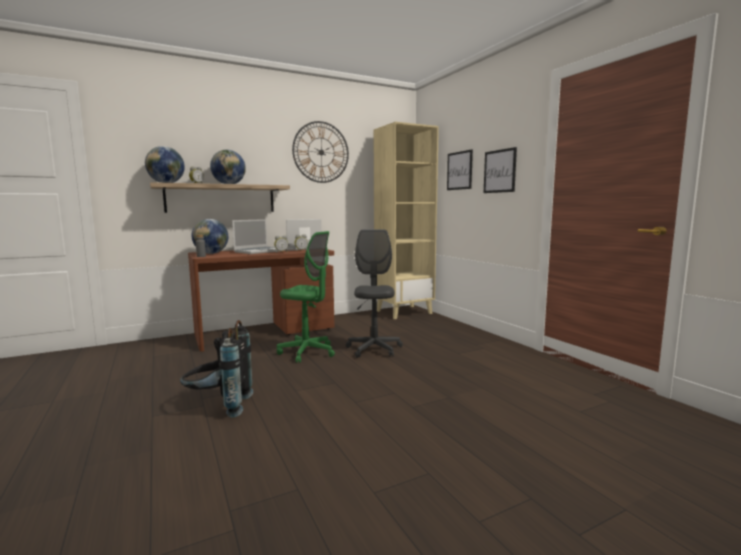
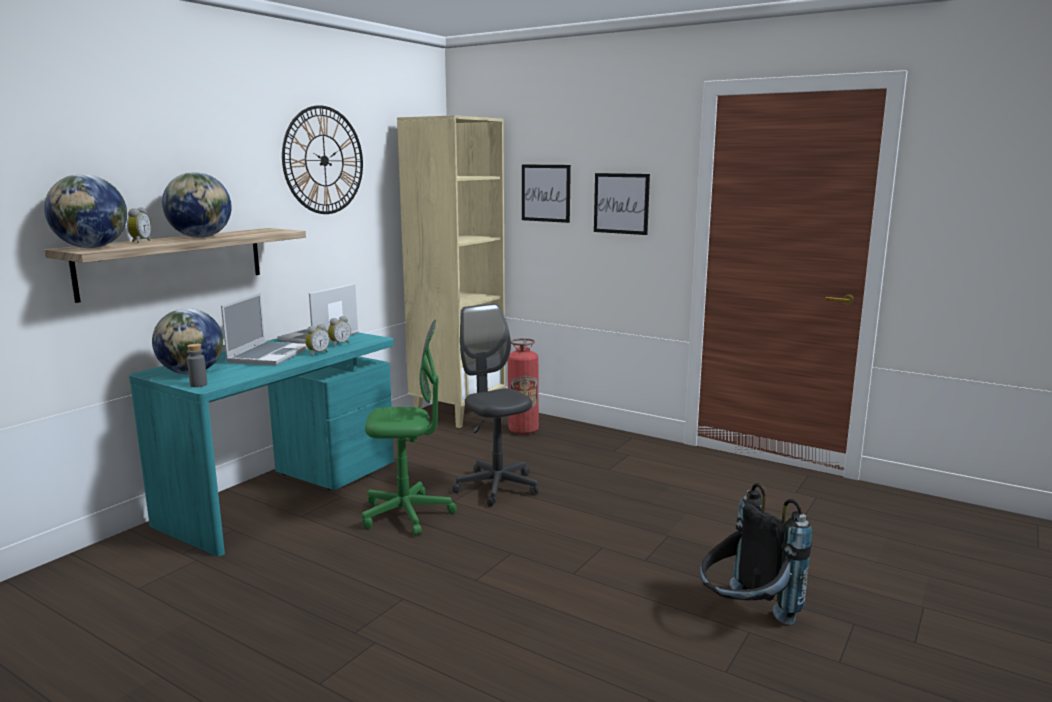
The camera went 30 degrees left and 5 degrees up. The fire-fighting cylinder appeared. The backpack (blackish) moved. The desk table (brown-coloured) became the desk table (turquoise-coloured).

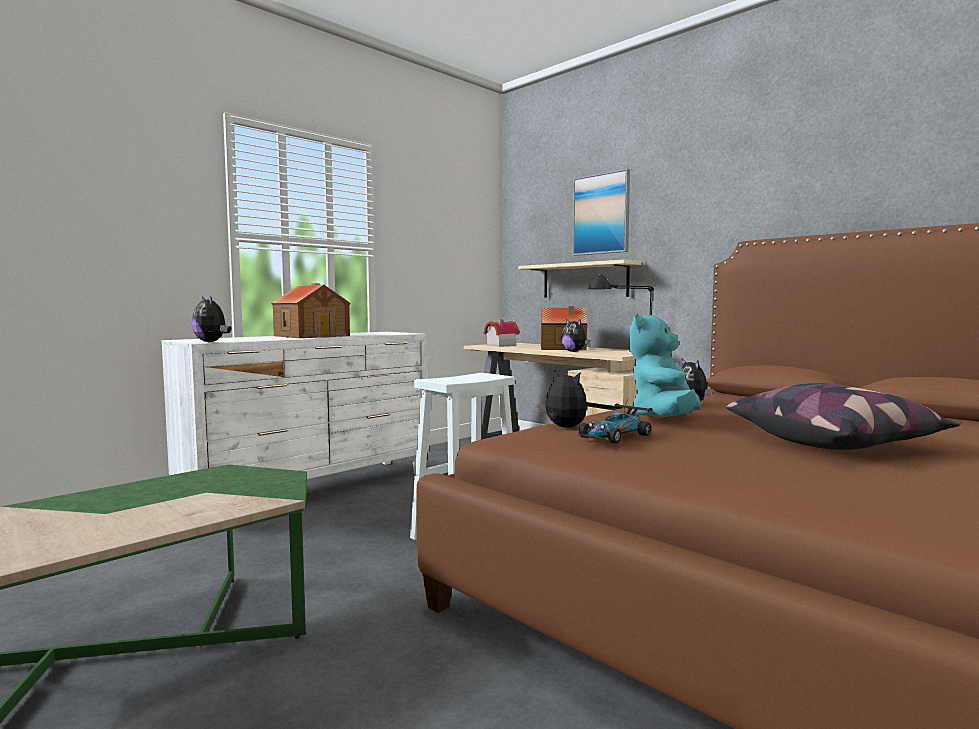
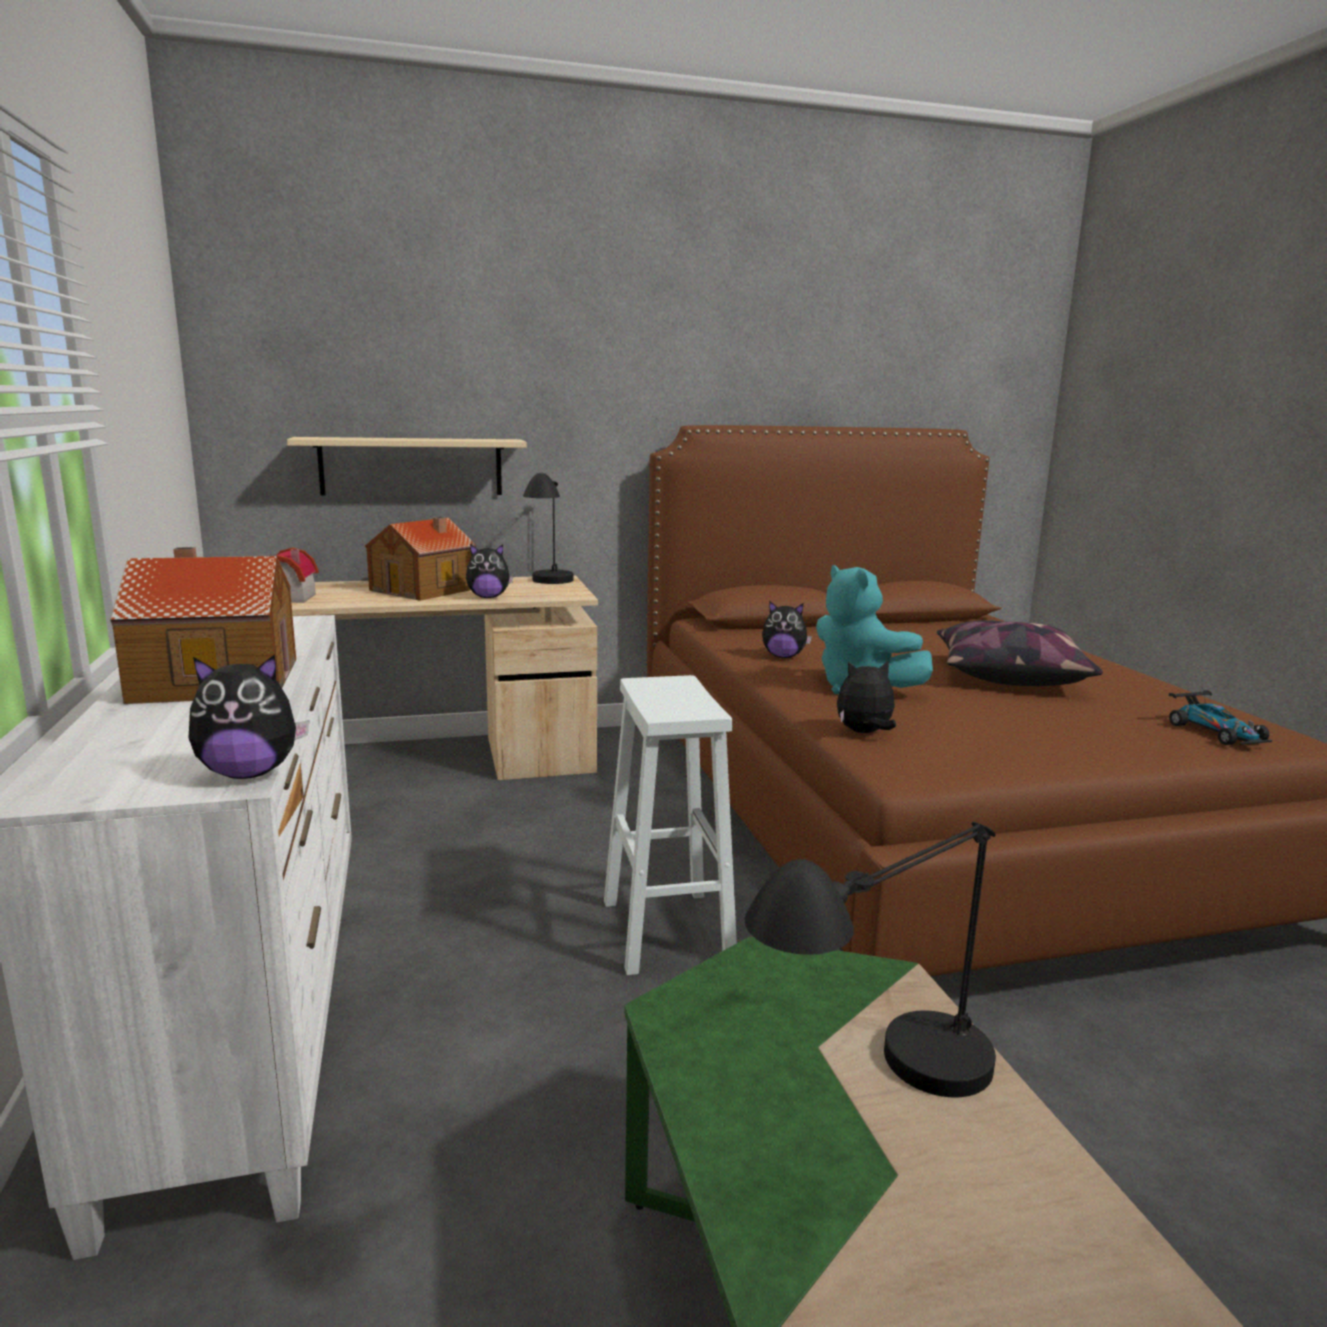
The camera went 60 degrees left and 10 degrees up. The wall picture disappeared. The tabletop lamp (blackish) (2nd from left) appeared. The toy car moved.

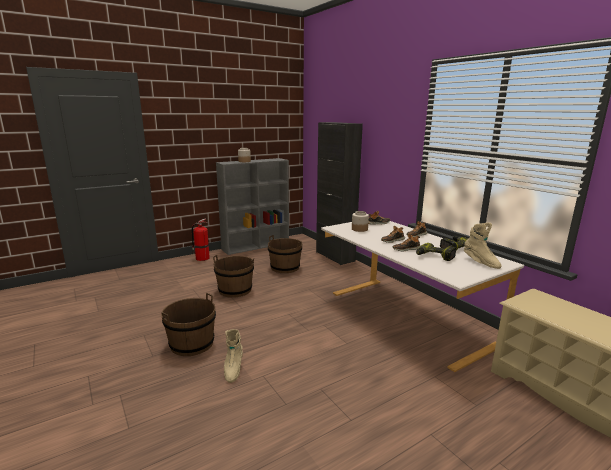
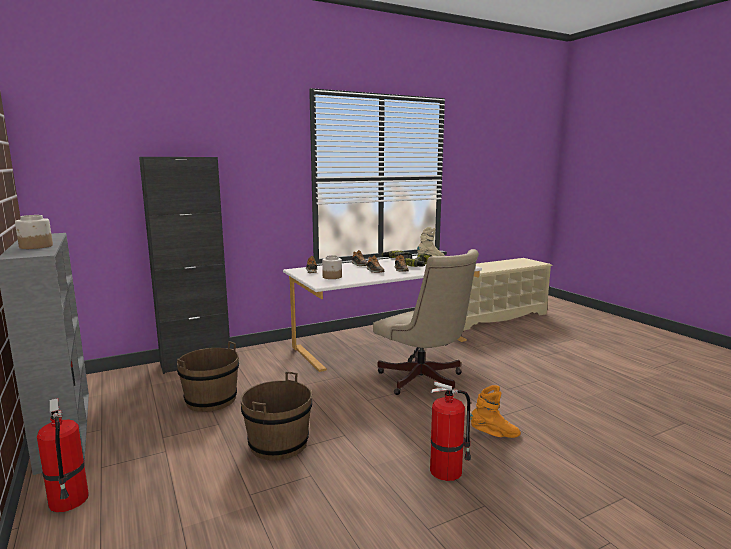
The camera went 85 degrees left and 5 degrees down. The desk chair (beige-coloured) appeared. The bucket (brown-coloured) (1st from left) was replaced by the fire-fighting cylinder (2nd from left). The tall boot (beige-coloured) (1st from left) became the tall boot (orange-coloured).

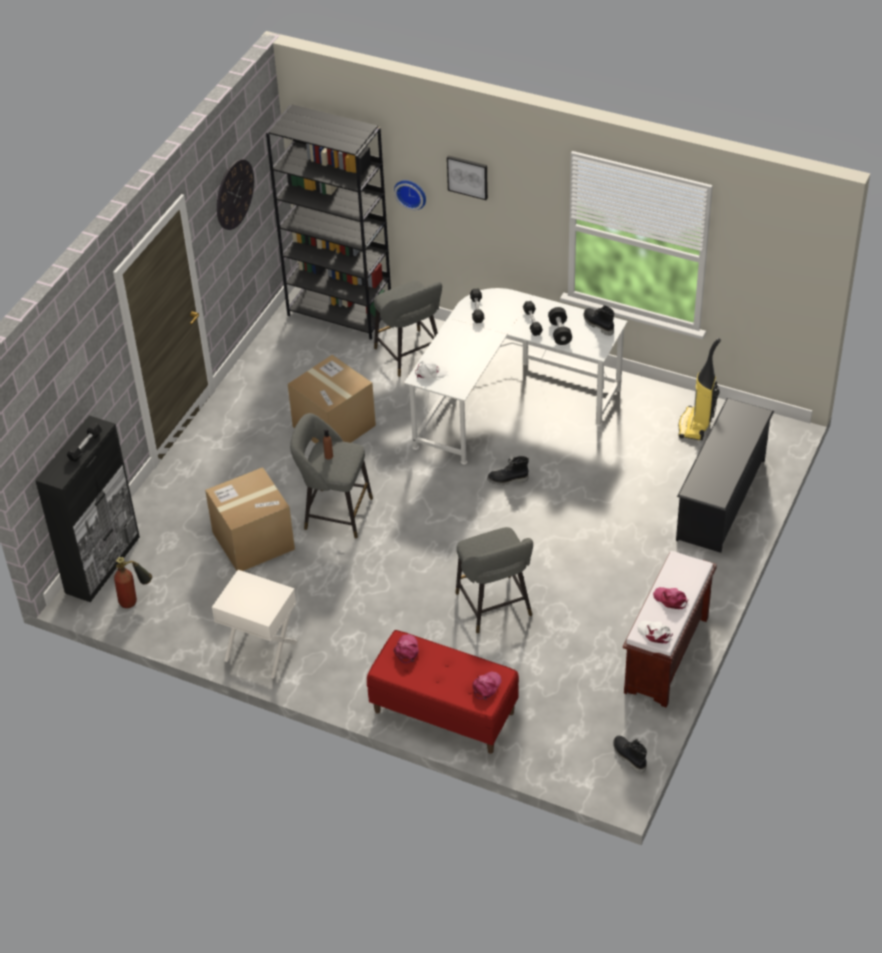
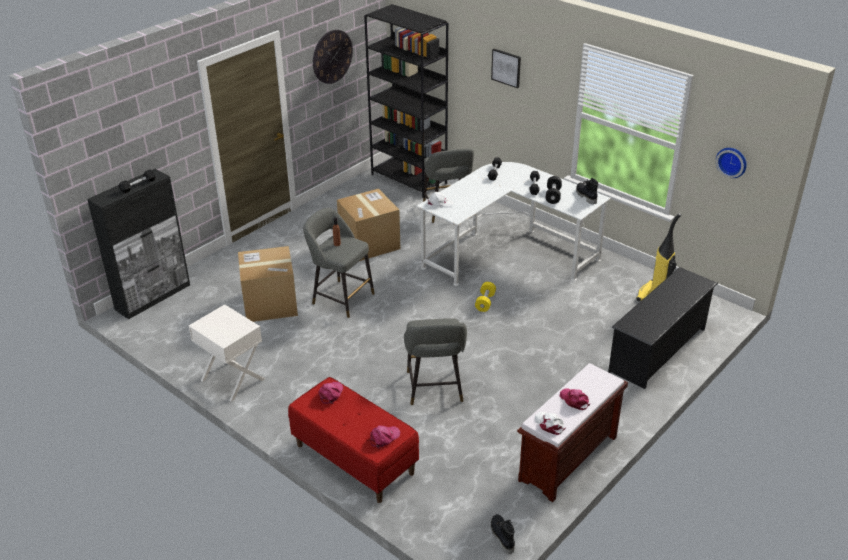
The camera went 15 degrees right and 10 degrees down. The fire-fighting cylinder disappeared. The hanging clock (2nd from left) moved. The tall boot (blackish) (1st from left) was replaced by the free weight (yellow).

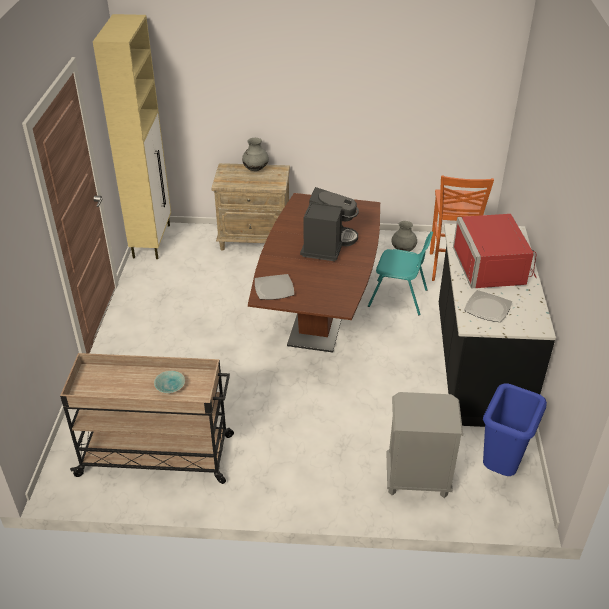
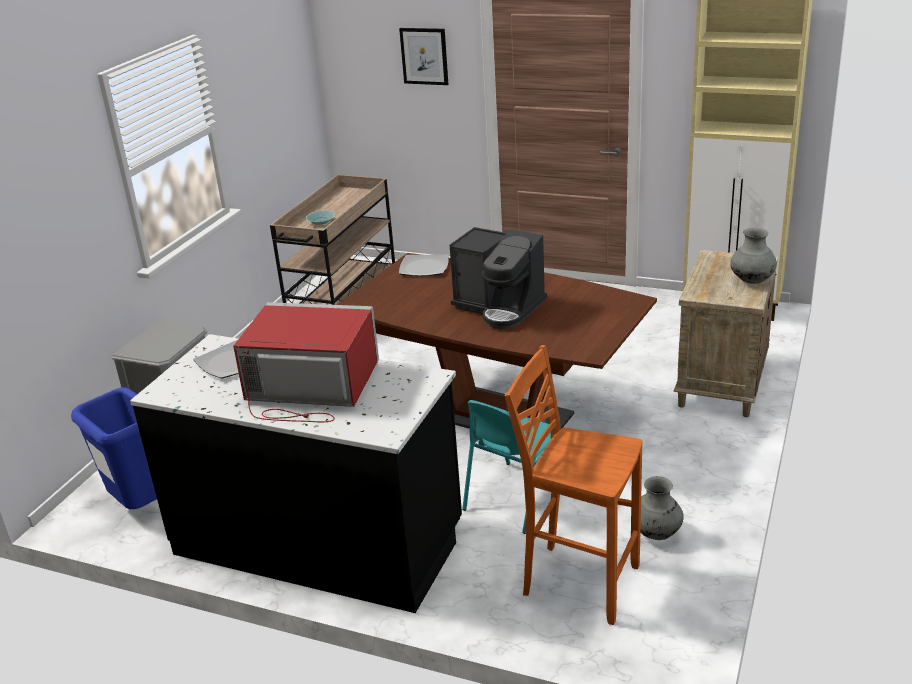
The camera went 110 degrees right and 10 degrees down. The wall picture appeared.

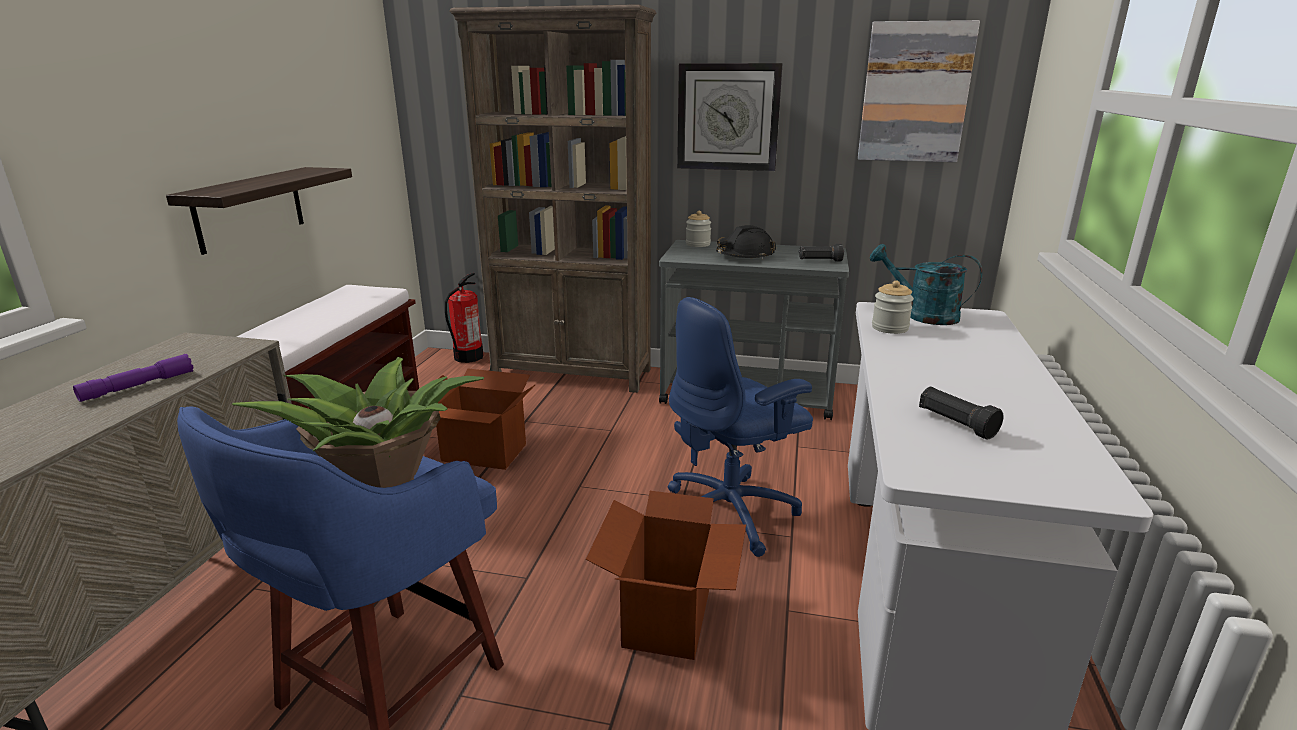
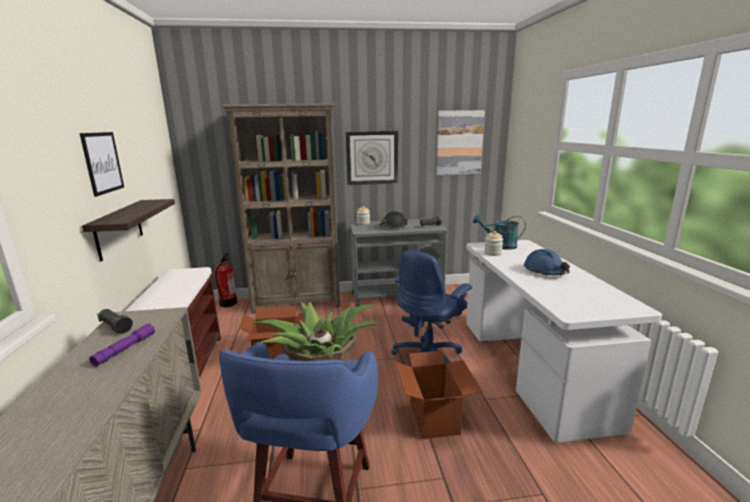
The camera went 20 degrees left and 5 degrees down. The wall picture (1st from left) appeared. The work helmet (blue-coloured) appeared. The torch (blackish) (2nd from left in the first image) moved.

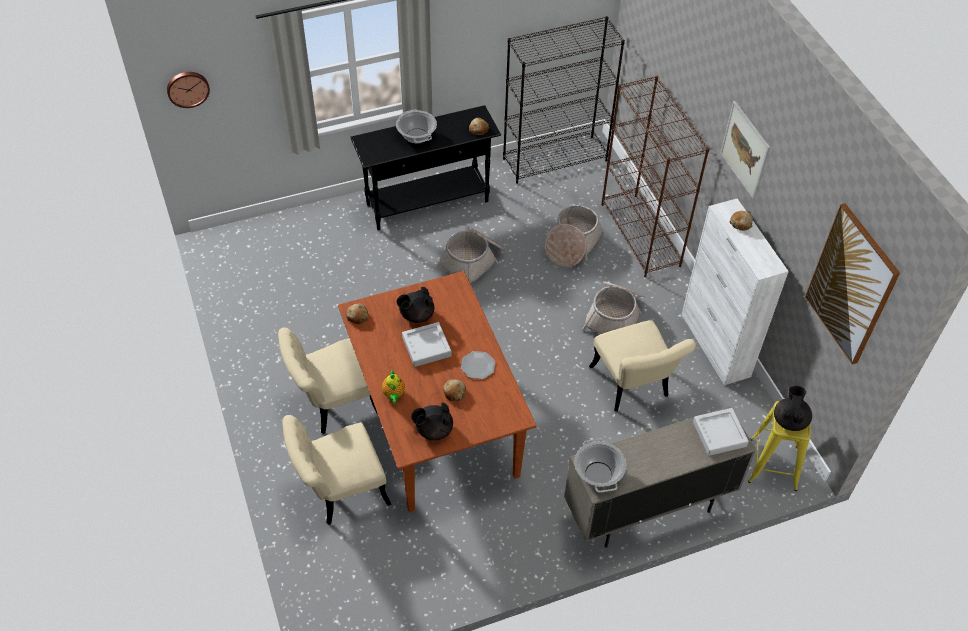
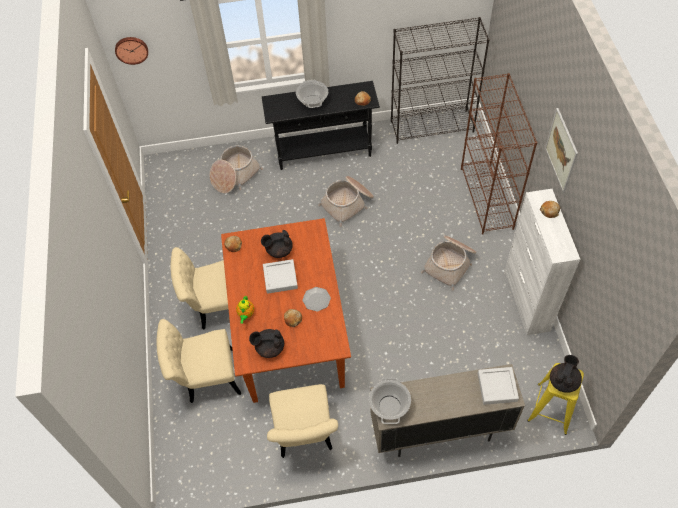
The camera went 15 degrees right and 5 degrees up. The wall picture (2nd from left) disappeared. The storage basket (2nd from left in the first image) moved. The chair (beige-coloured) (3rd from left) moved.

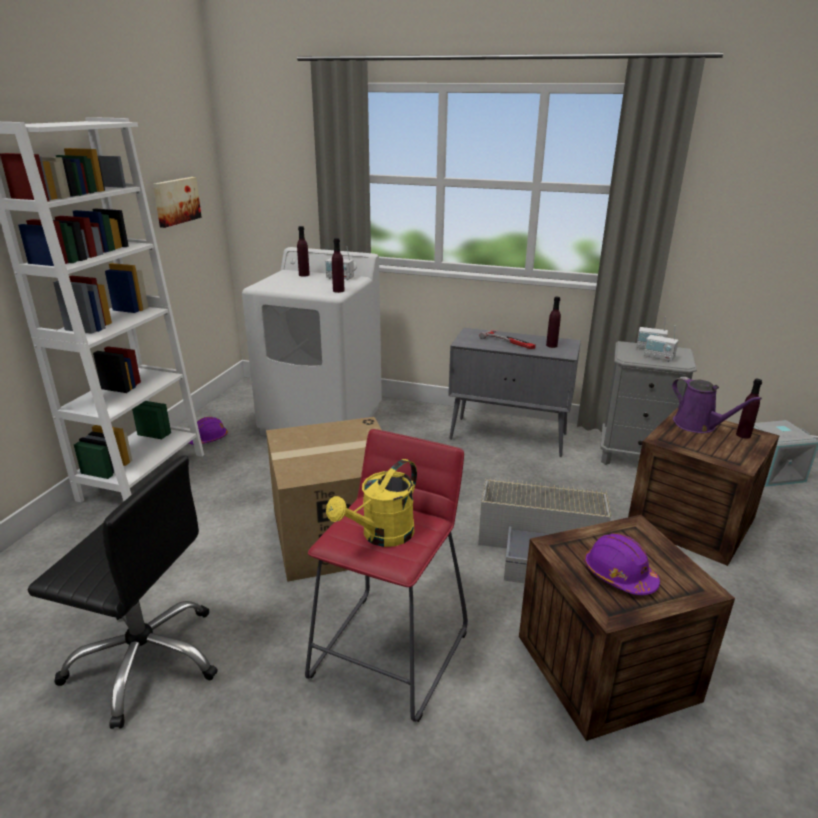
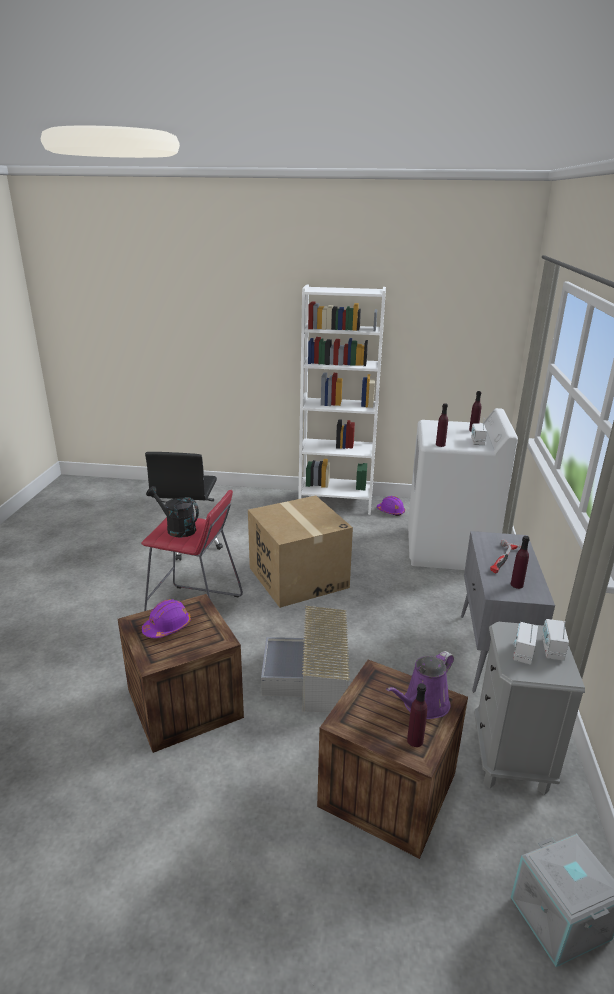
The camera went 80 degrees right and 0 degrees up. The wall picture disappeared. The watering can (yellow) became the watering can (blackish).

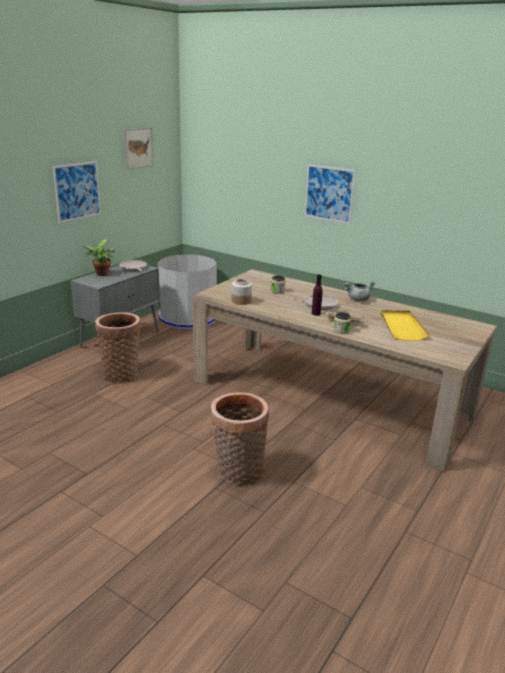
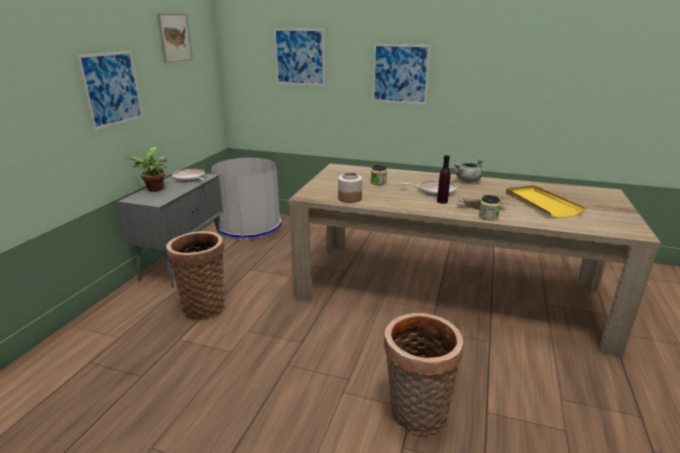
The camera went 15 degrees left and 0 degrees up. The wall picture (3rd from left) appeared.

